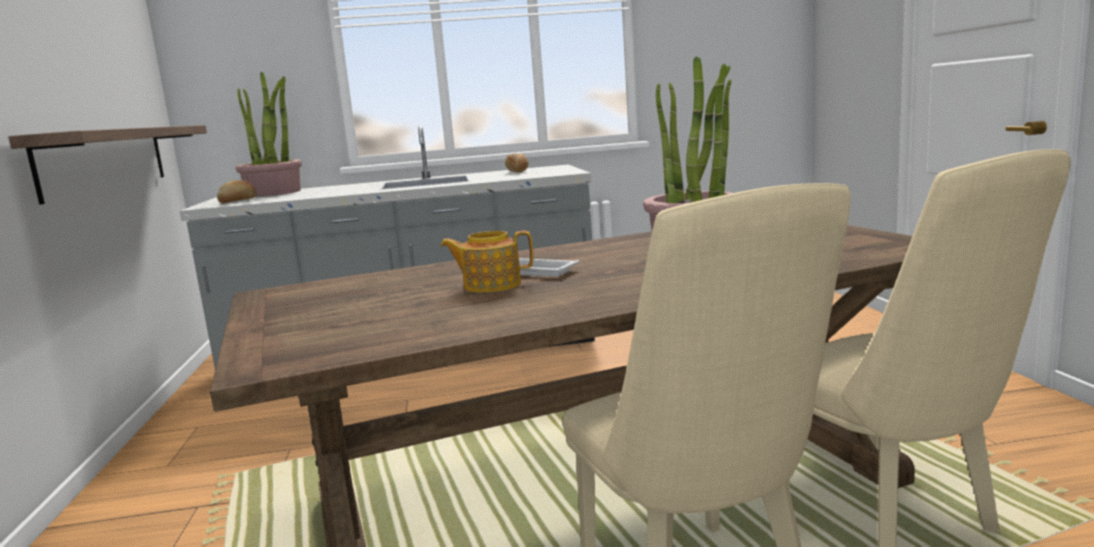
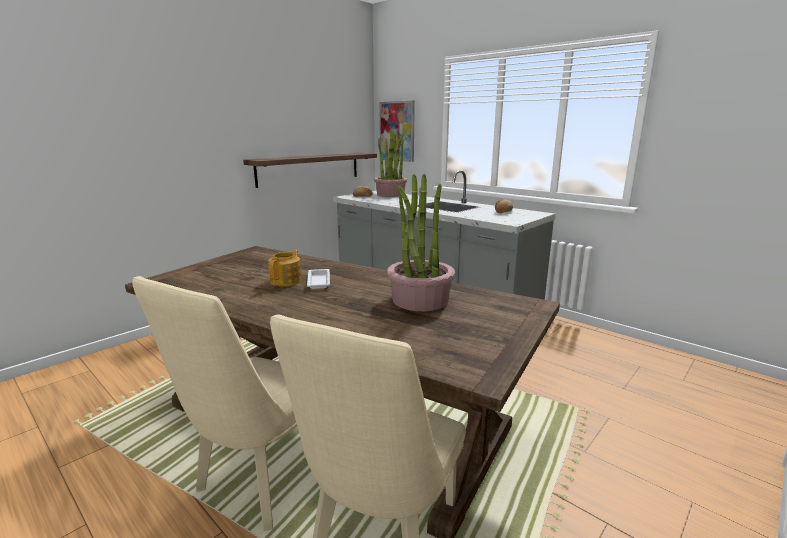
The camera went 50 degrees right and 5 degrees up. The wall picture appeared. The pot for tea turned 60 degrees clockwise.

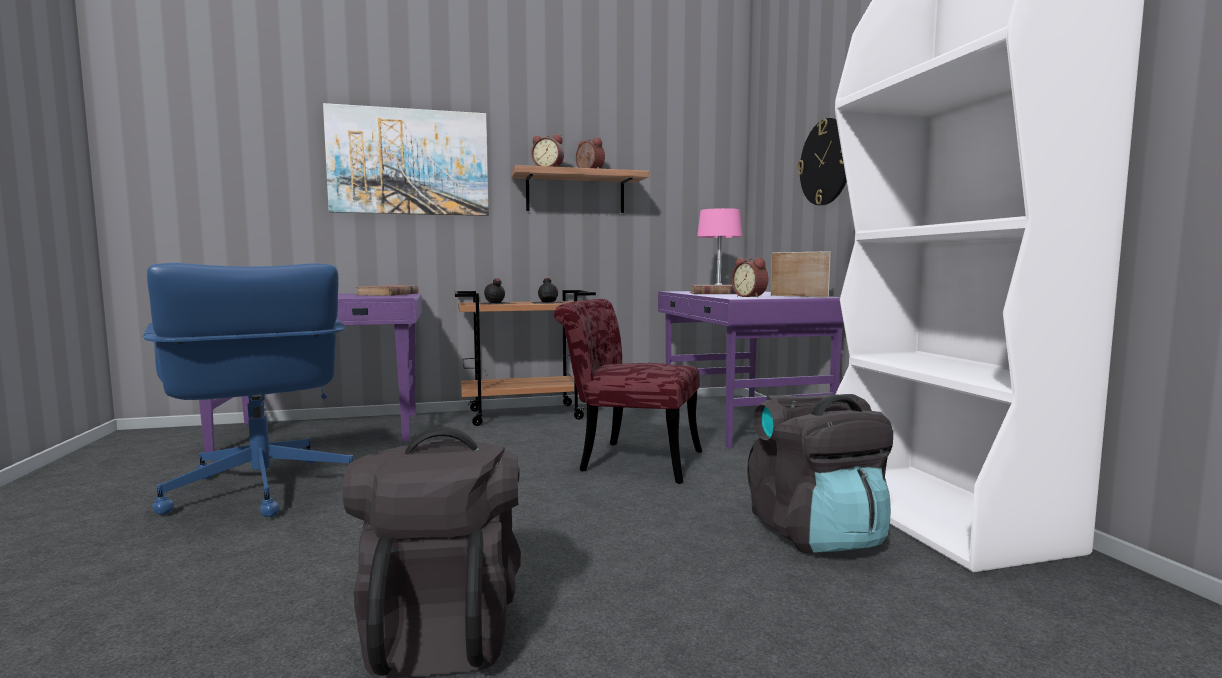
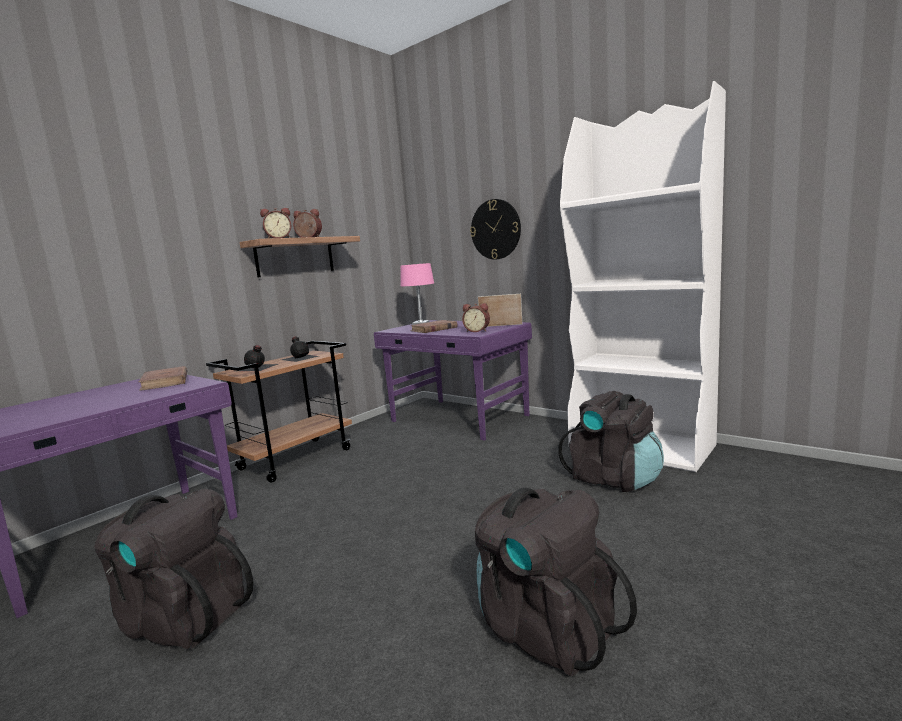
The camera went 35 degrees left and 5 degrees up. The wall picture disappeared. The chair (red) disappeared. The desk chair (blue-coloured) was replaced by the backpack (blackish) (1st from left).

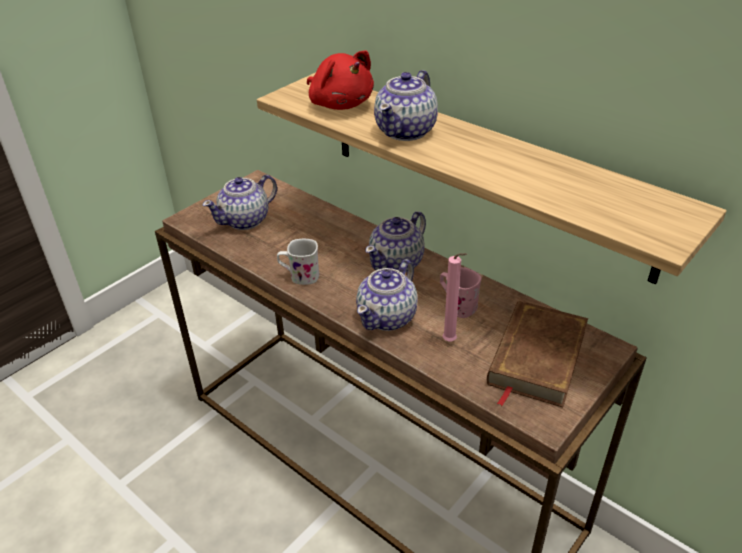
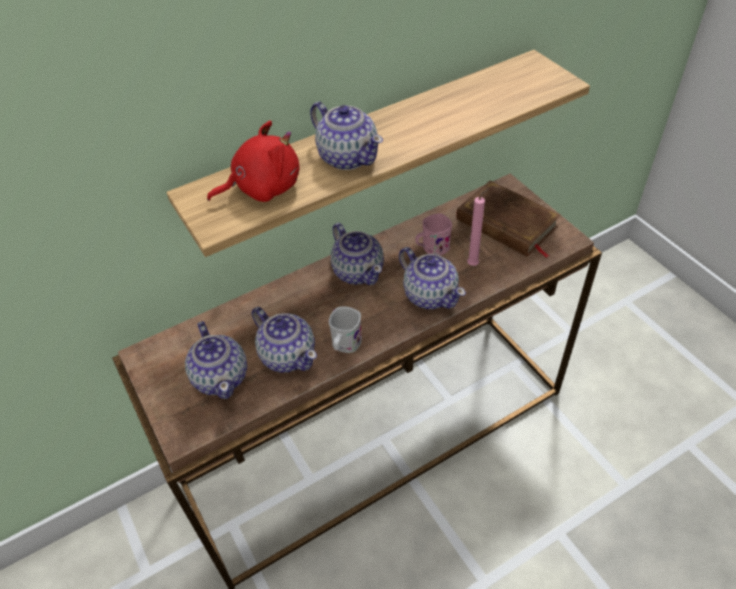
The camera went 70 degrees left and 10 degrees up. The pot for tea (2nd from left) appeared.

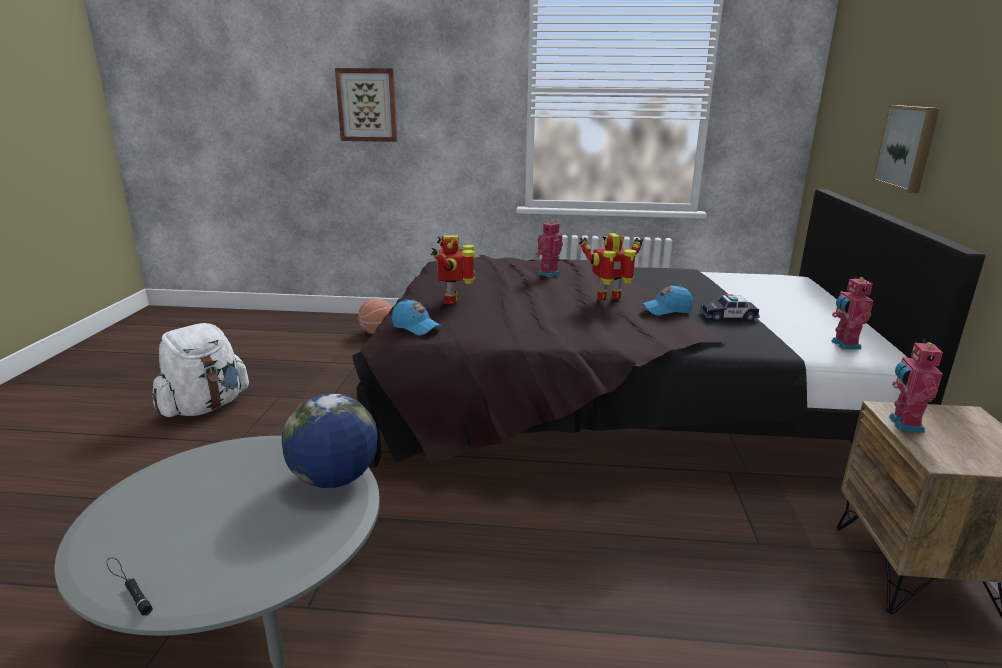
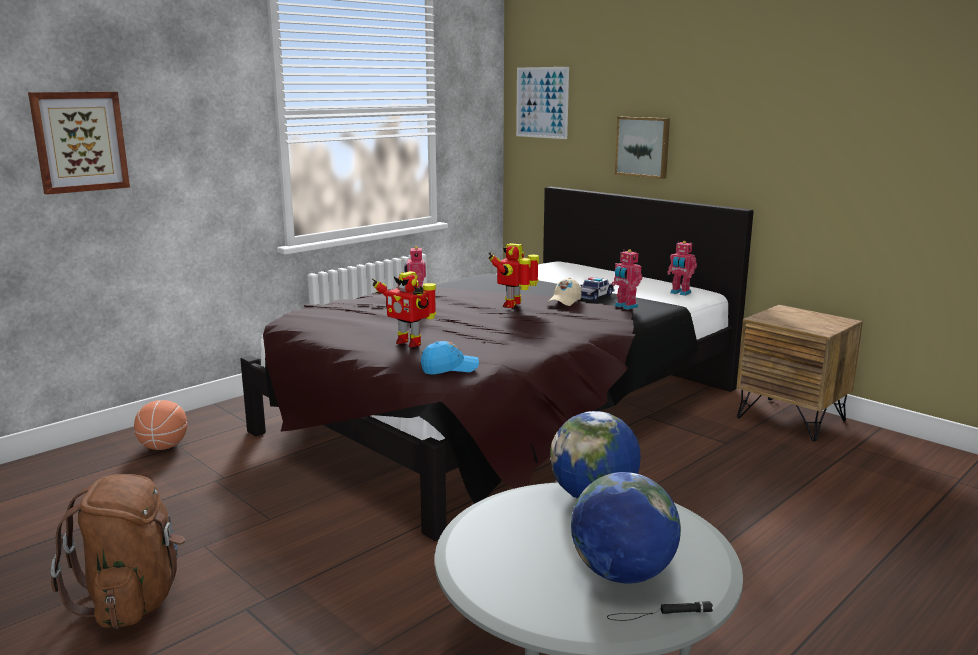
The camera went 50 degrees left and 5 degrees down. The wall picture (2nd from left) appeared. The desk globe (2nd from left) appeared. The model robot (5th from left in the first image) moved. The backpack (white) became the backpack (brown-coloured). The cap (blue-coloured) (2nd from left) became the cap (beige-coloured).

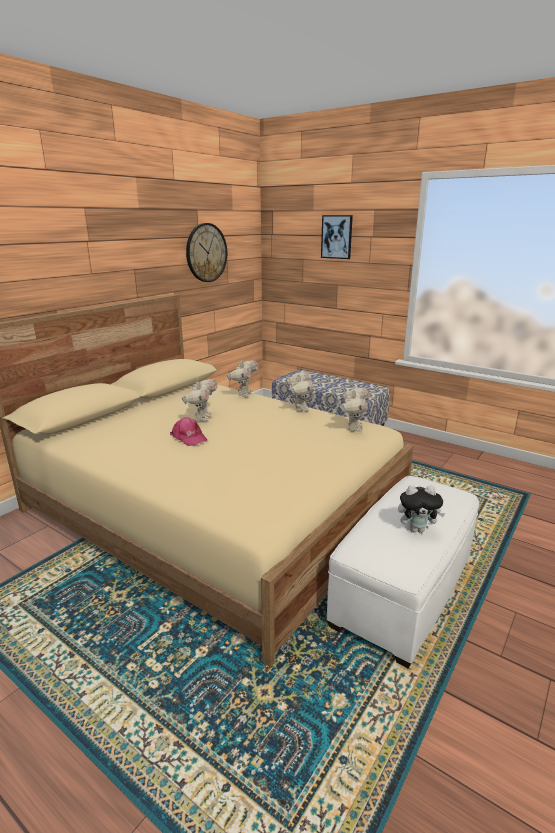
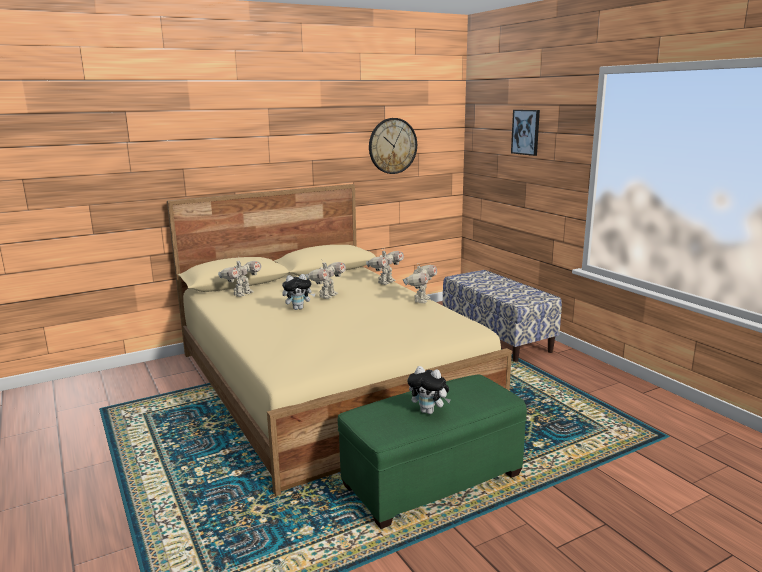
The camera went 25 degrees right and 5 degrees down. The model robot (4th from left in the first image) moved. The cap (pinkish) was replaced by the plush toy (1st from left). The pouffe (white) became the pouffe (green).

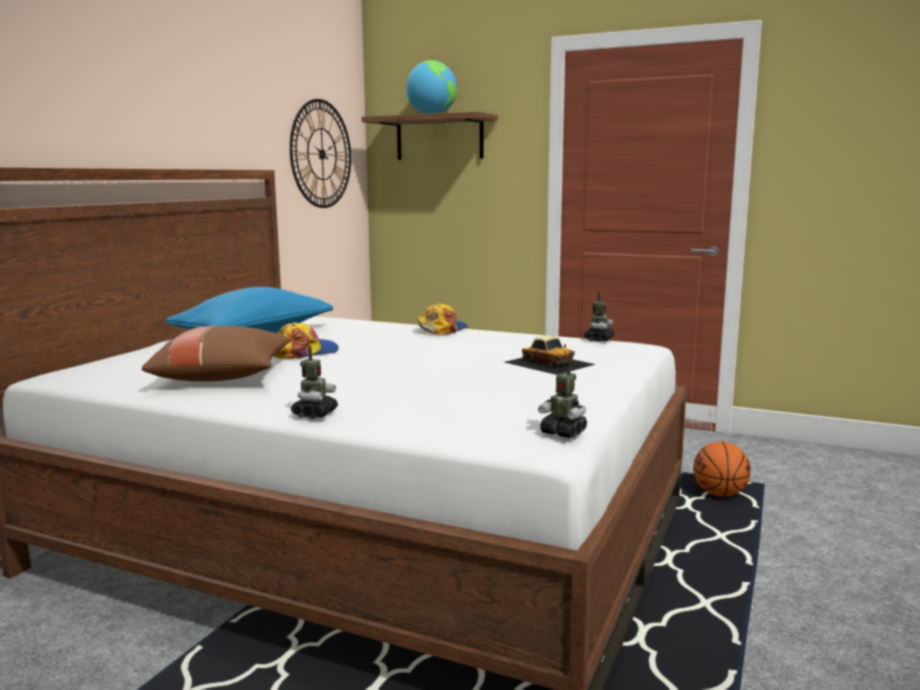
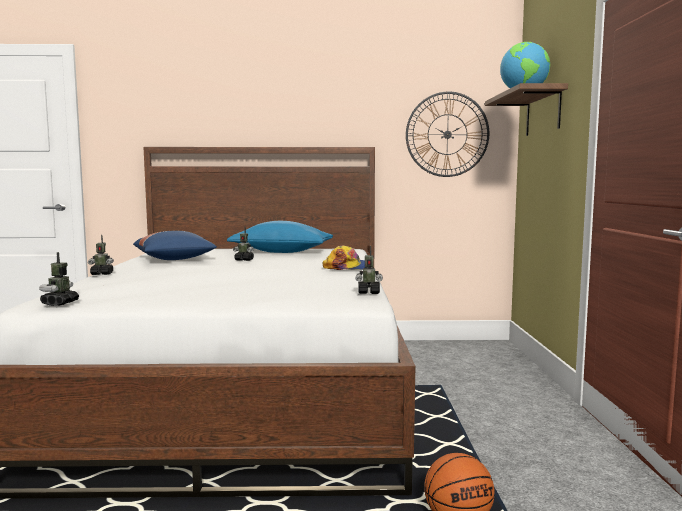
The camera went 65 degrees right and 5 degrees down. The toy car disappeared. The cap (1st from left) was replaced by the model robot (3rd from left). The cushion (brown-coloured) became the cushion (blue-coloured) (1st from left).

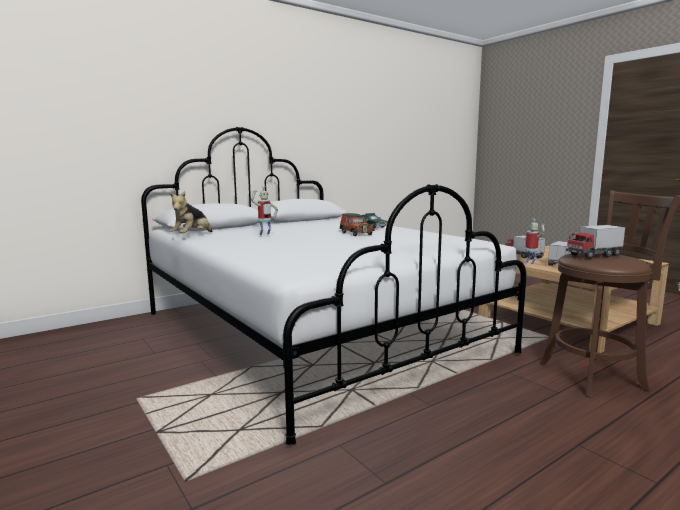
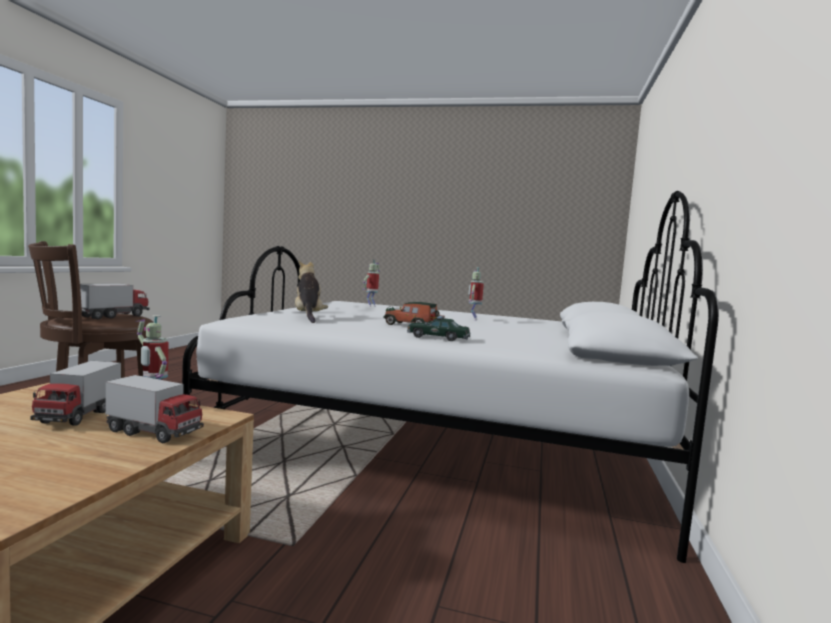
The camera went 140 degrees right and 5 degrees down. The model robot (2nd from left) appeared. The plush toy moved.

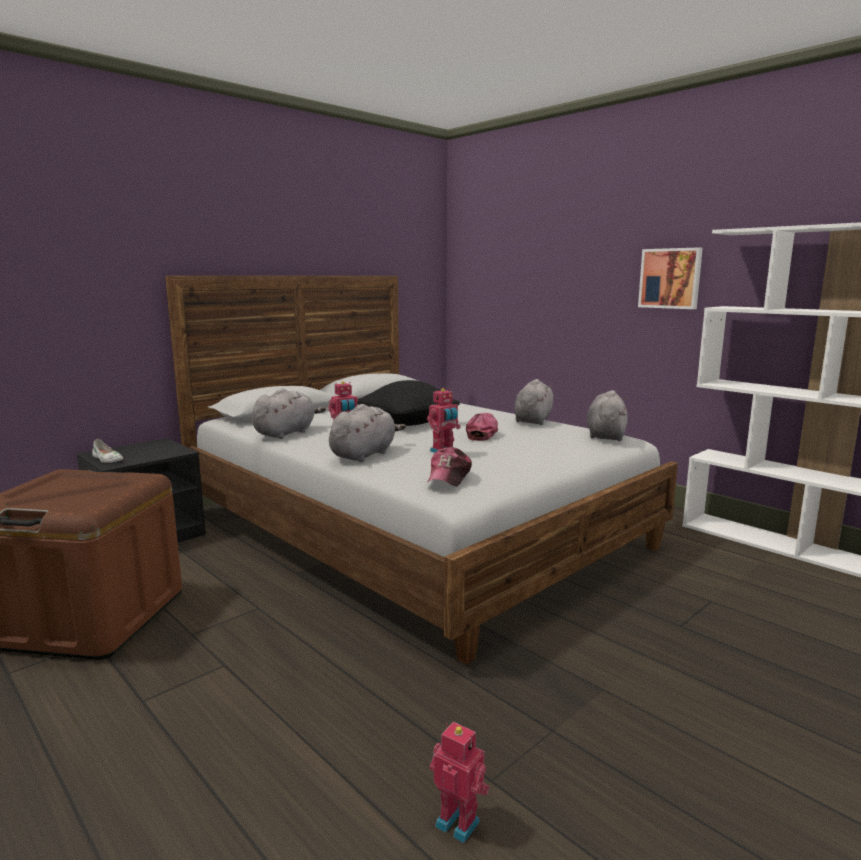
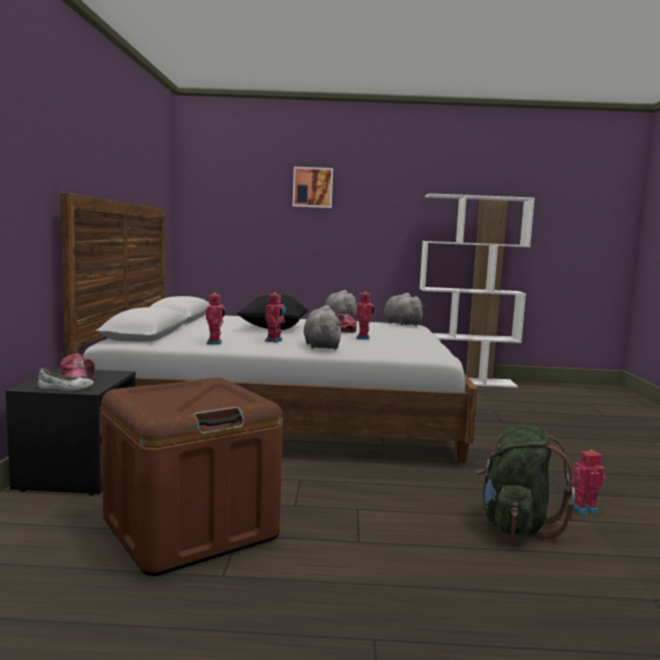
The camera went 45 degrees left and 5 degrees down. The backpack (green) appeared. The cap (1st from left) moved. The wall picture moved. The plush toy (gray) (1st from left) was replaced by the model robot (1st from left).

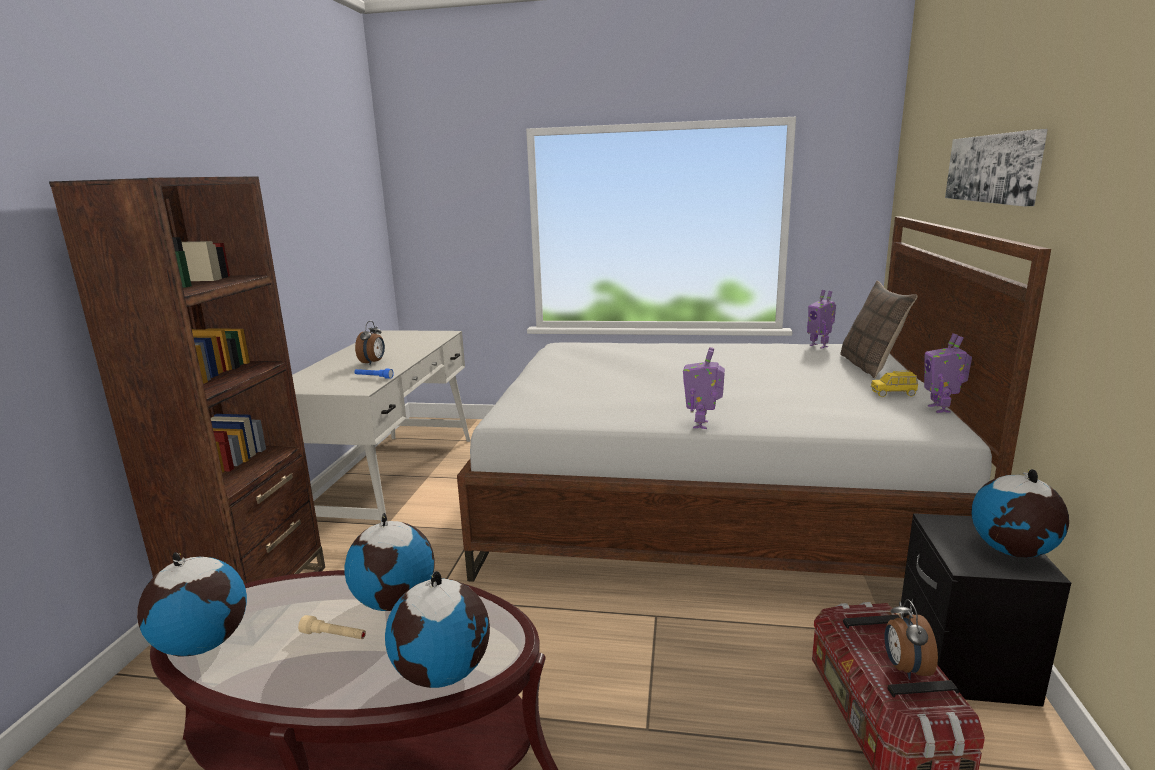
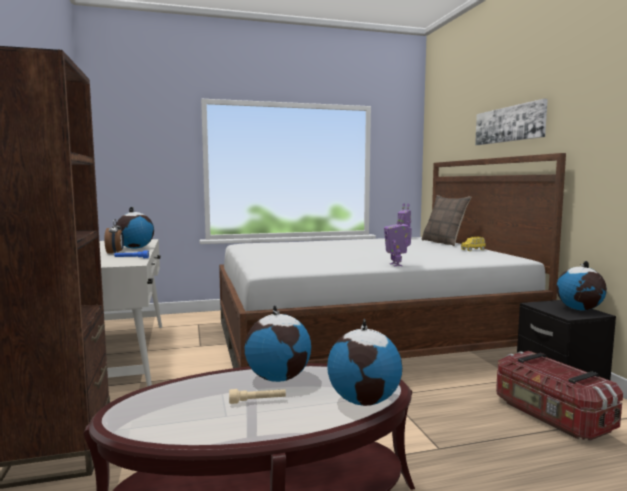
The camera went 25 degrees left and 10 degrees down. The alarm clock (2nd from left) disappeared. The model robot (3rd from left) disappeared. The desk globe (1st from left) moved.

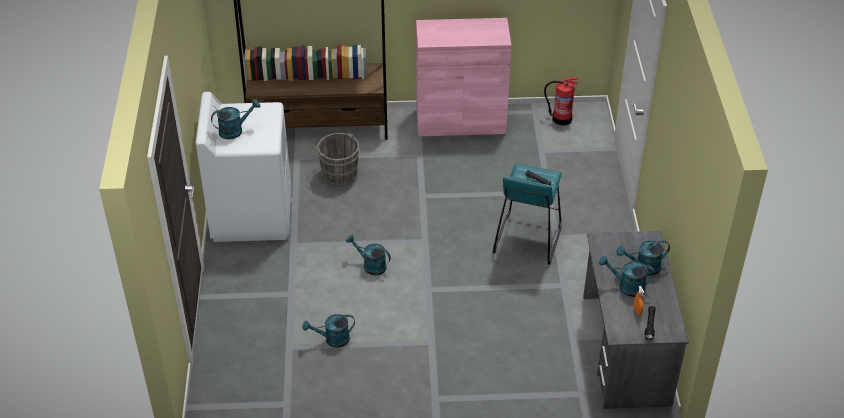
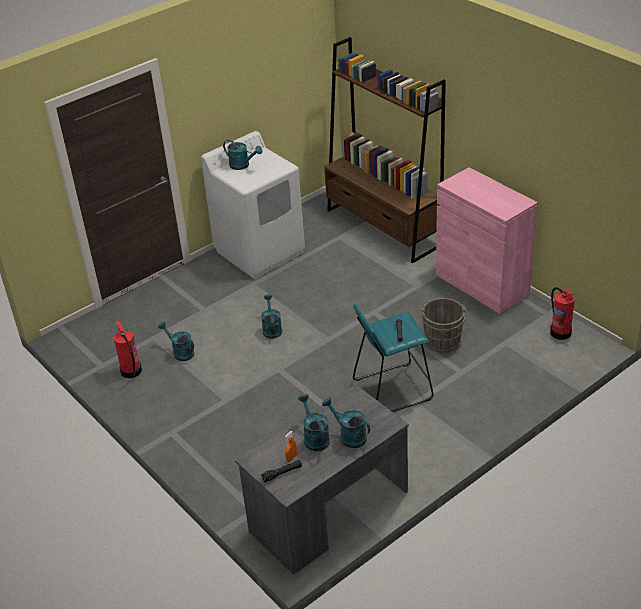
The camera went 55 degrees right and 5 degrees down. The fire-fighting cylinder (1st from left) appeared. The bucket (gray) moved.

